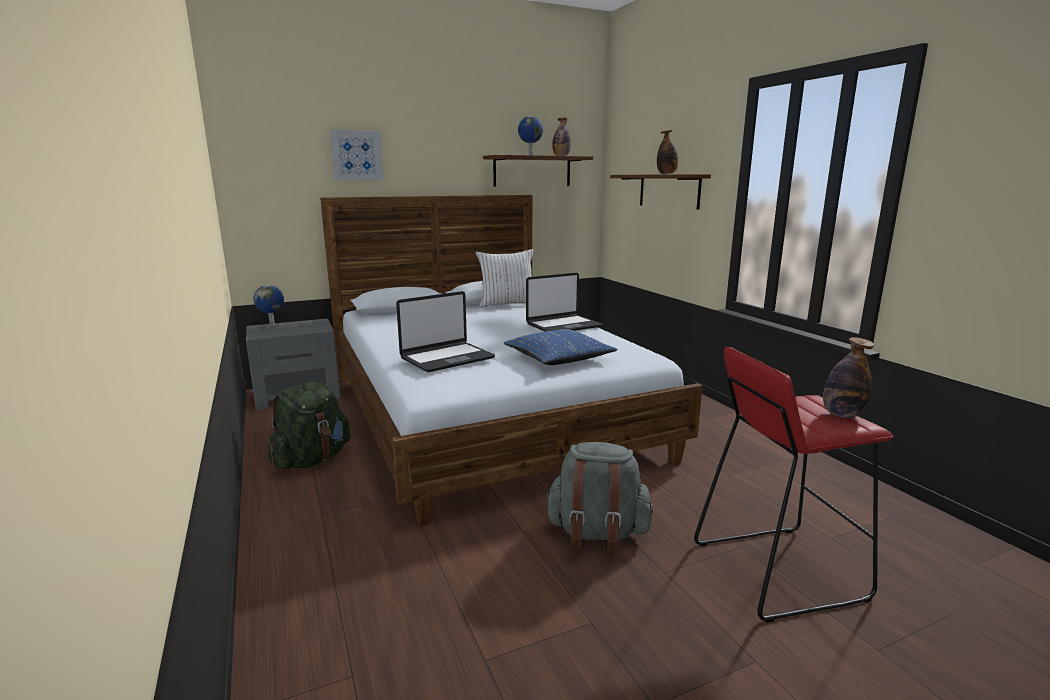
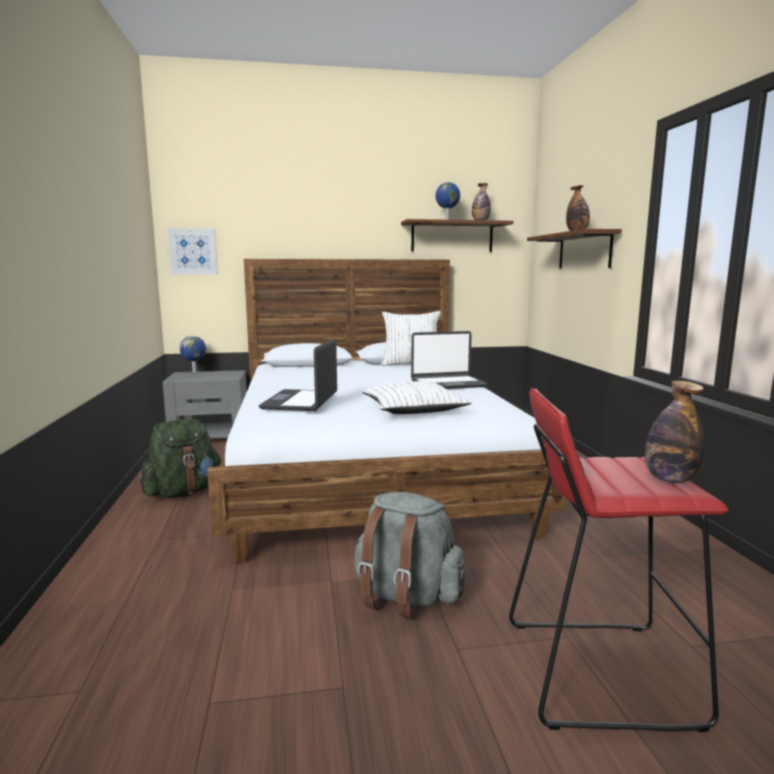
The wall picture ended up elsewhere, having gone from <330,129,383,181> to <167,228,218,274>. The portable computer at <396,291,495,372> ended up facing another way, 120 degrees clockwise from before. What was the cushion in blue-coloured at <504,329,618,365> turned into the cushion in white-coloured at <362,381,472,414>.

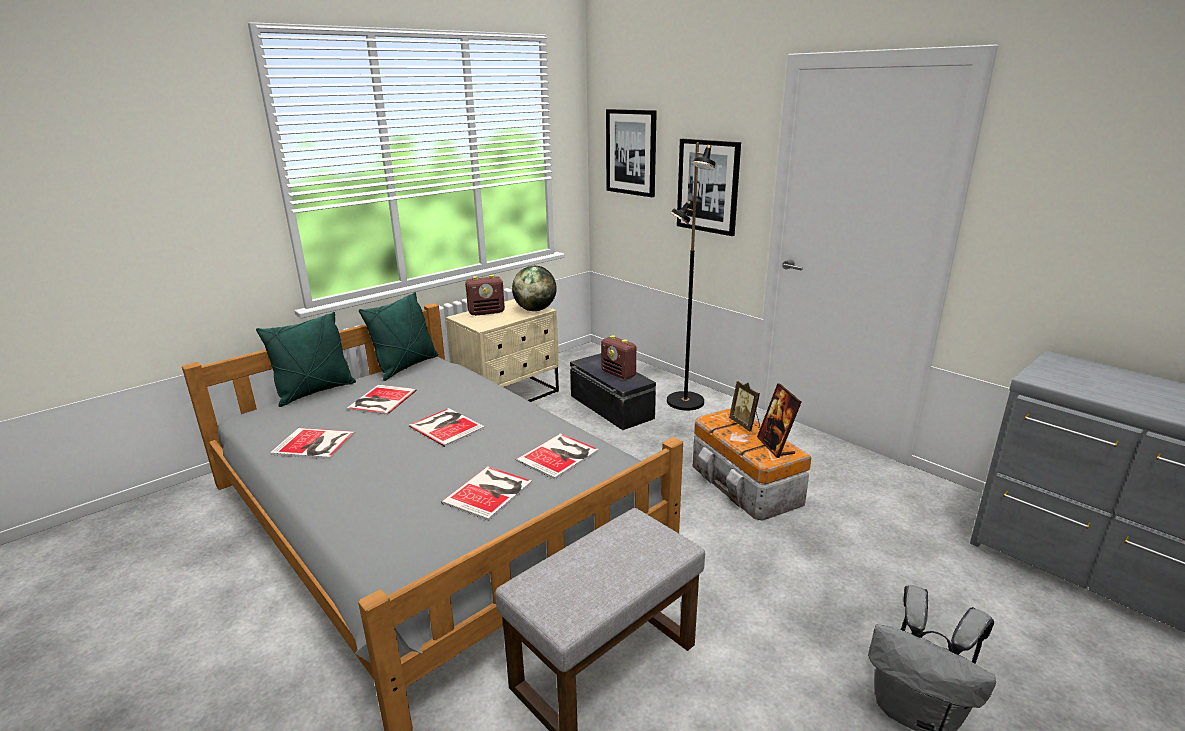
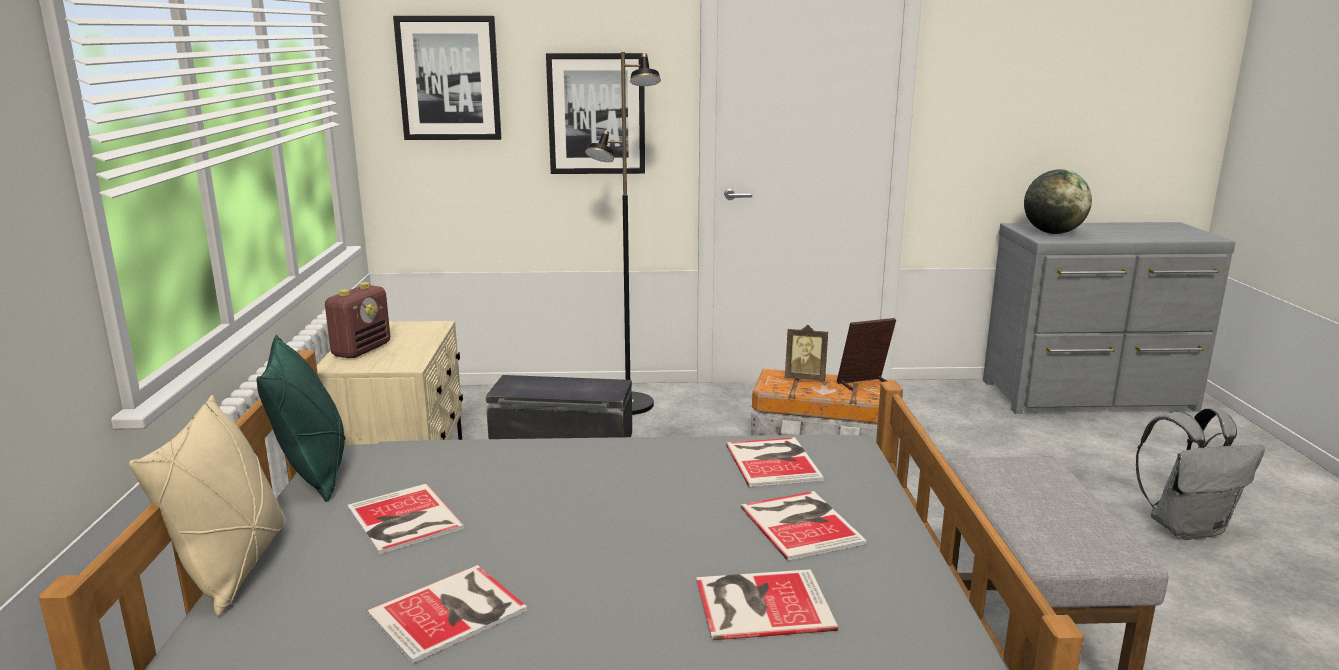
What was the cushion in green at <256,312,356,407> turned into the cushion in beige-coloured at <129,395,286,616>. The book ended up elsewhere, having gone from <409,408,485,447> to <696,569,838,640>. The picture frame at <757,383,801,458> ended up facing another way, 135 degrees clockwise from before. The world globe ended up elsewhere, having gone from <512,266,557,311> to <1024,169,1092,234>. The second view lost the radio receiver at <601,335,637,380>.

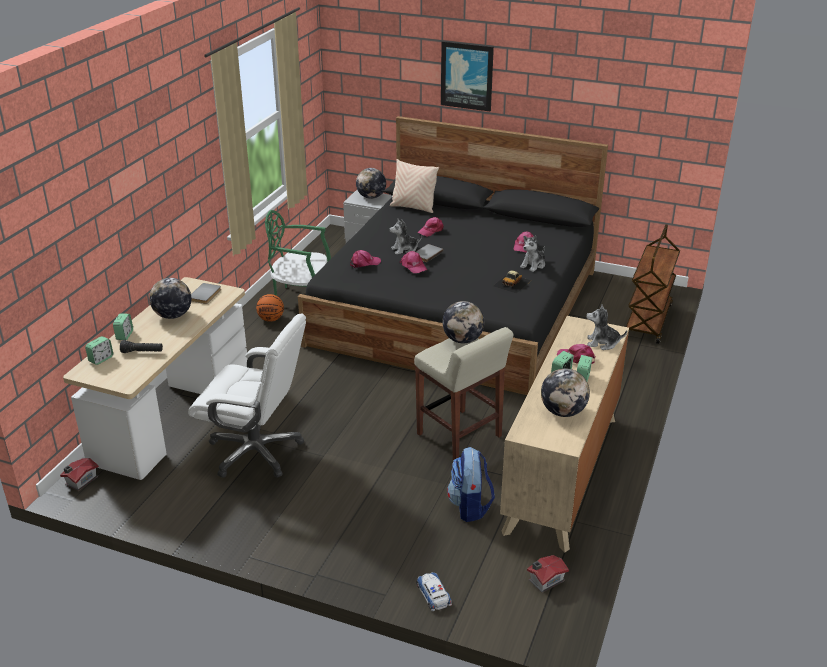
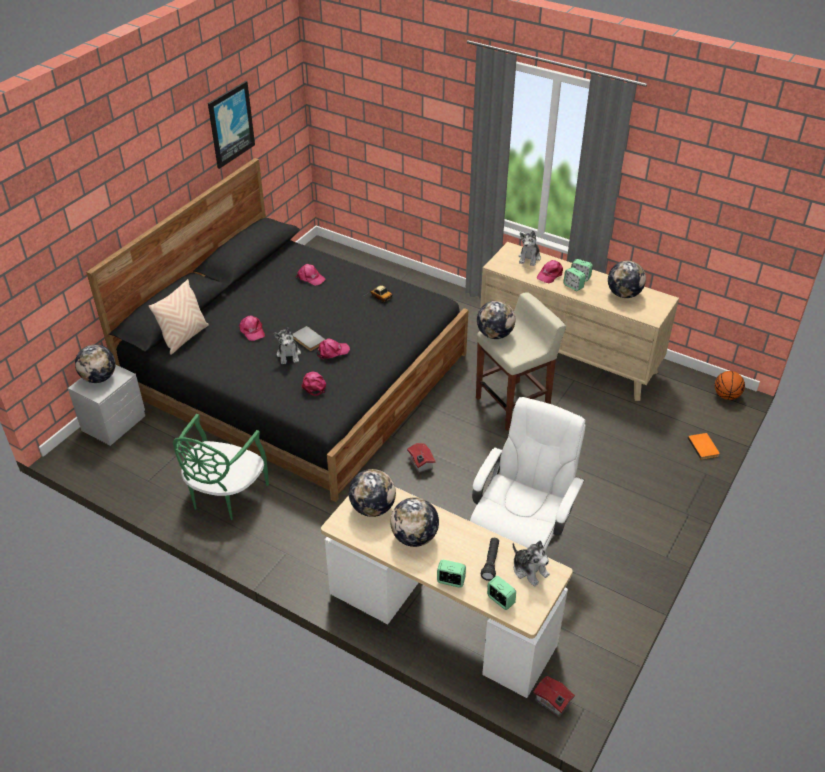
The wall picture ended up elsewhere, having gone from <441,41,494,111> to <208,81,255,169>. Where the book in greyish stood at <191,283,221,304>, the world globe came to stand at <349,469,396,517>. The model house ended up elsewhere, having gone from <527,555,569,593> to <407,443,435,474>. The plush toy ended up elsewhere, having gone from <520,235,545,272> to <513,541,550,586>. Where the miniature car stood at <416,572,452,612>, the book in orange came to stand at <688,433,720,460>. The basketball ball ended up elsewhere, having gone from <256,294,284,322> to <715,371,745,400>. The second view lost the backpack at <447,447,495,522>. The second view lost the cart in brown at <626,224,680,344>.

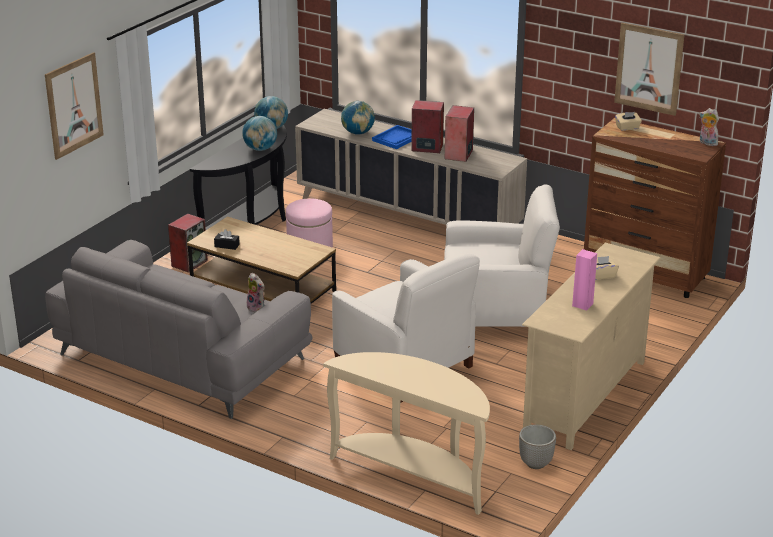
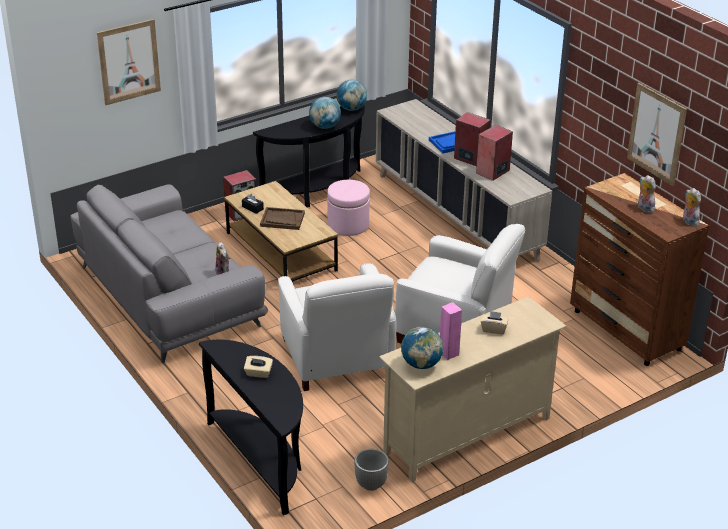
What was the narrow table in beige-coloured at <323,352,490,515> turned into the narrow table in black-coloured at <199,340,303,515>. The tissue holder in beige-coloured ended up elsewhere, having gone from <615,112,642,131> to <244,356,273,378>. The second view gained the serving tray in brown at <260,207,305,230>. The world globe ended up elsewhere, having gone from <341,101,375,135> to <401,327,444,369>. The second view gained the plush toy at <638,175,656,213>.

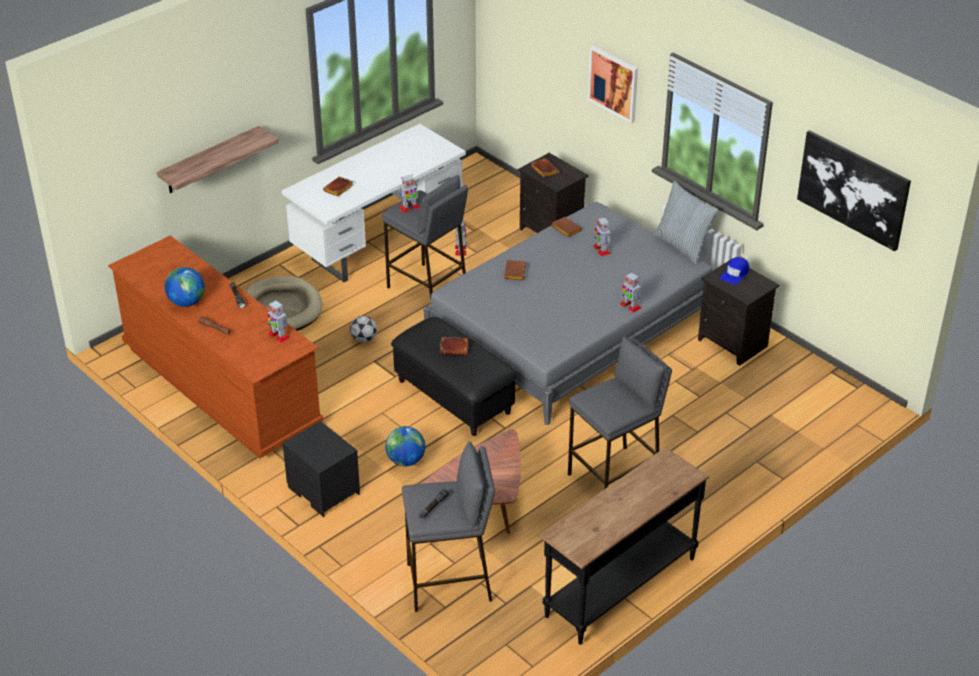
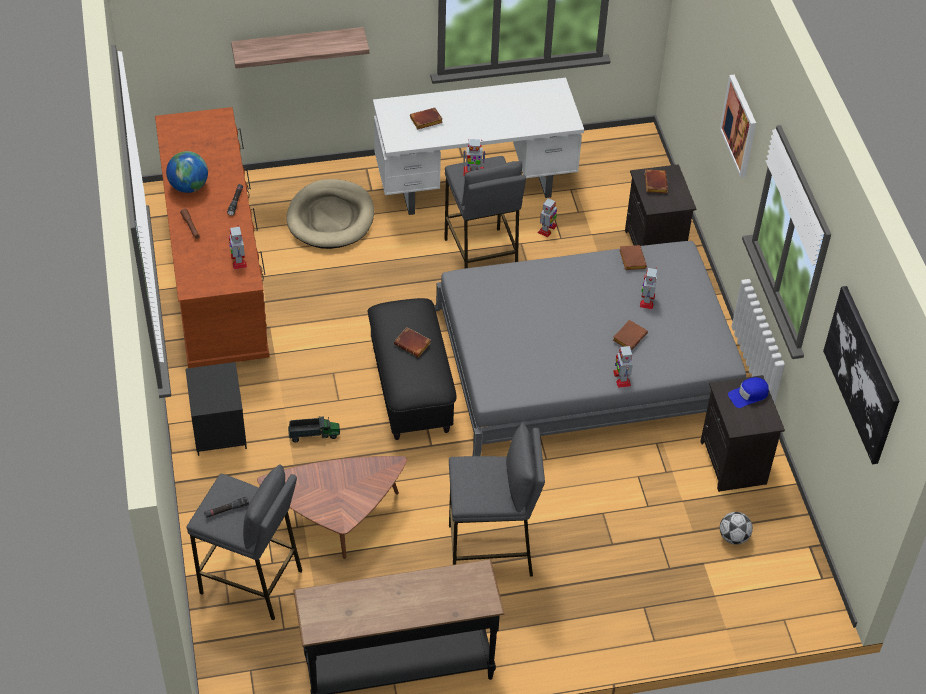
Where the world globe stood at <385,426,425,466>, the toy truck came to stand at <288,416,340,442>. The book in brown ended up elsewhere, having gone from <504,260,526,281> to <613,320,648,351>. The ball for football ended up elsewhere, having gone from <350,316,377,343> to <720,512,753,545>. The second view lost the cushion at <653,181,718,265>.

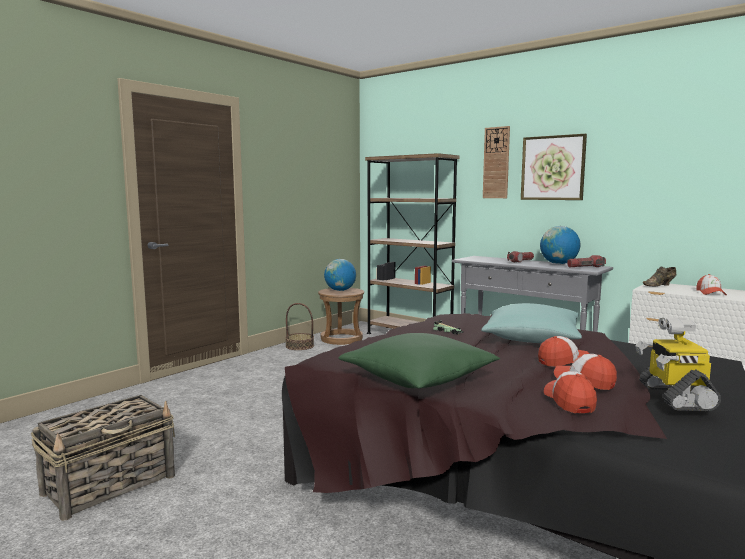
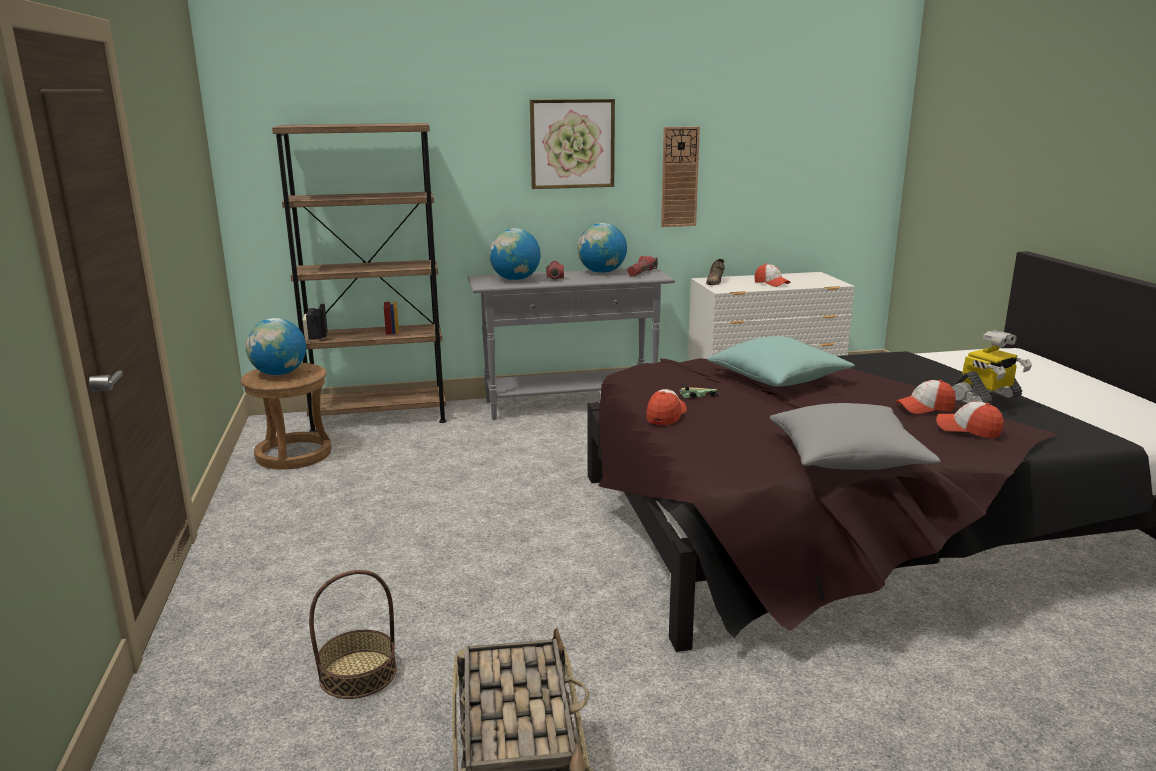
The basket ended up elsewhere, having gone from <285,303,314,350> to <309,570,397,699>. The second view gained the world globe at <489,228,541,280>. The cap ended up elsewhere, having gone from <538,336,590,367> to <646,389,687,425>. The wall clock ended up elsewhere, having gone from <483,126,510,198> to <661,127,700,227>. What was the cushion in green at <338,333,500,389> turned into the cushion in greyish at <770,403,941,470>. The robot figure at <635,318,721,411> ended up facing another way, 75 degrees counterclockwise from before.

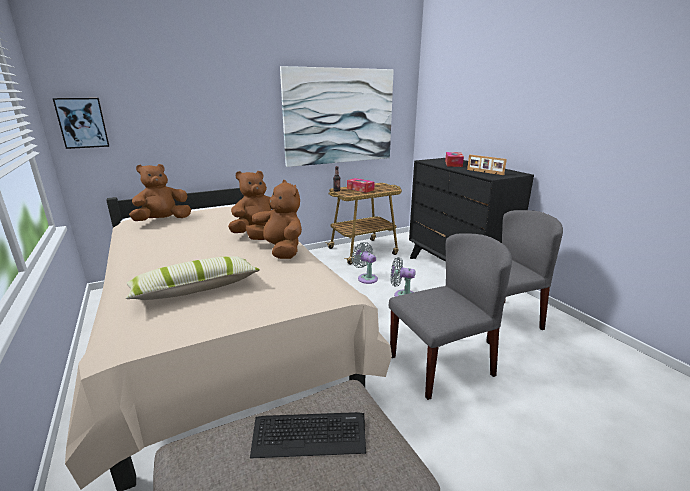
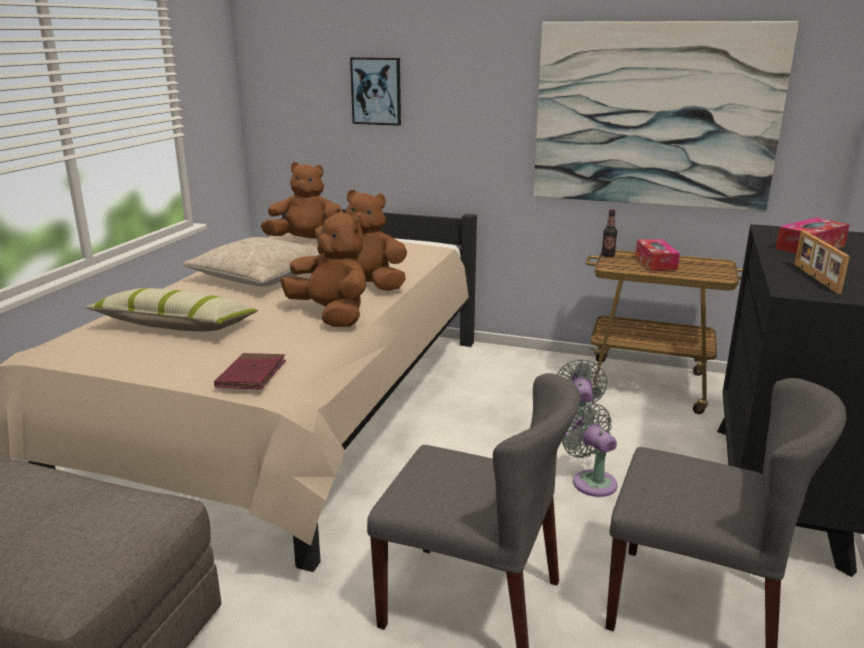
The second view gained the cushion in beige-coloured at <182,237,320,286>. The second view gained the book in red at <214,353,286,390>. The plush toy in brown at <246,180,302,259> ended up facing another way, 45 degrees counterclockwise from before. The wall picture ended up elsewhere, having gone from <53,98,109,149> to <350,57,401,126>. The second view lost the computer keyboard at <250,412,366,458>.

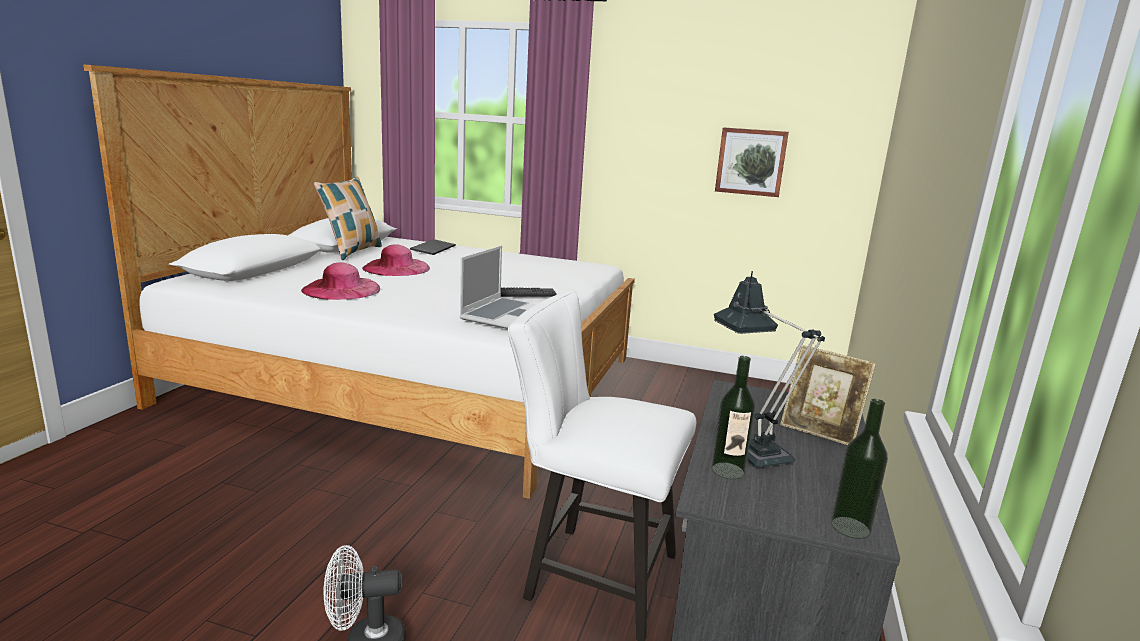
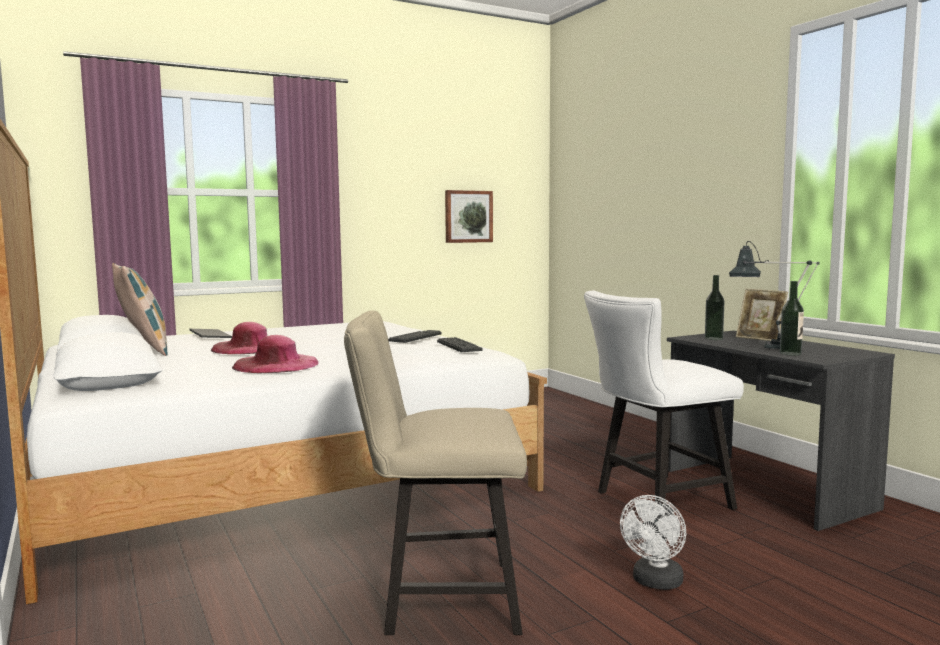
The second view gained the plain chair in beige-coloured at <344,311,527,635>. Where the portable computer stood at <459,246,536,329>, the computer keyboard came to stand at <437,337,482,352>. The beverage bottle ended up elsewhere, having gone from <831,399,888,539> to <705,275,724,340>. The picture frame at <780,345,876,445> ended up facing another way, 60 degrees clockwise from before.

